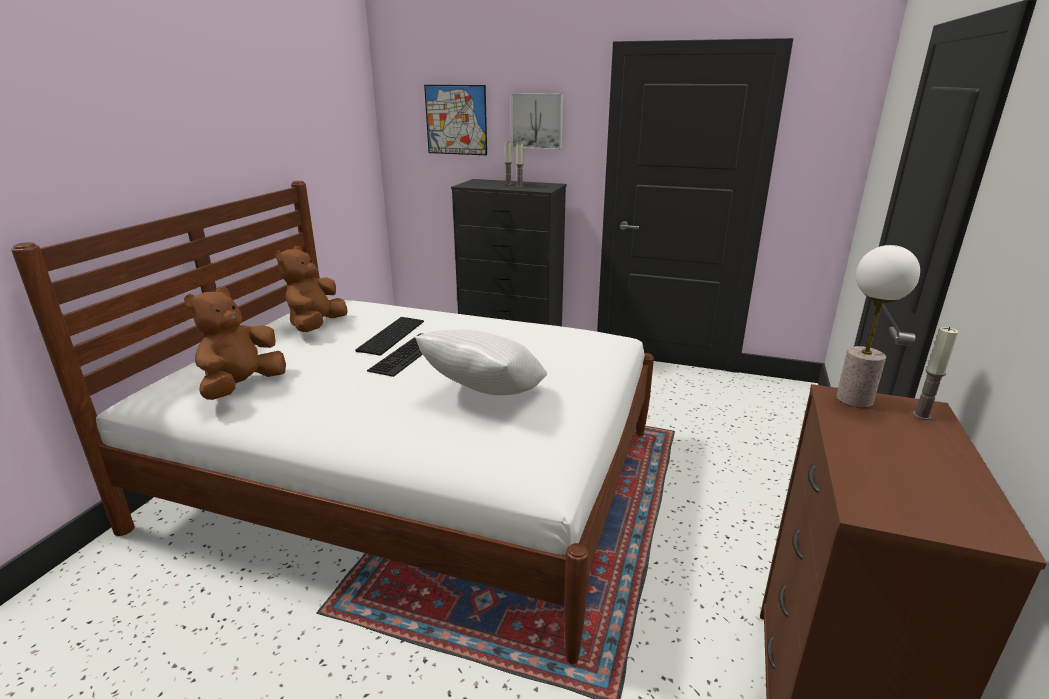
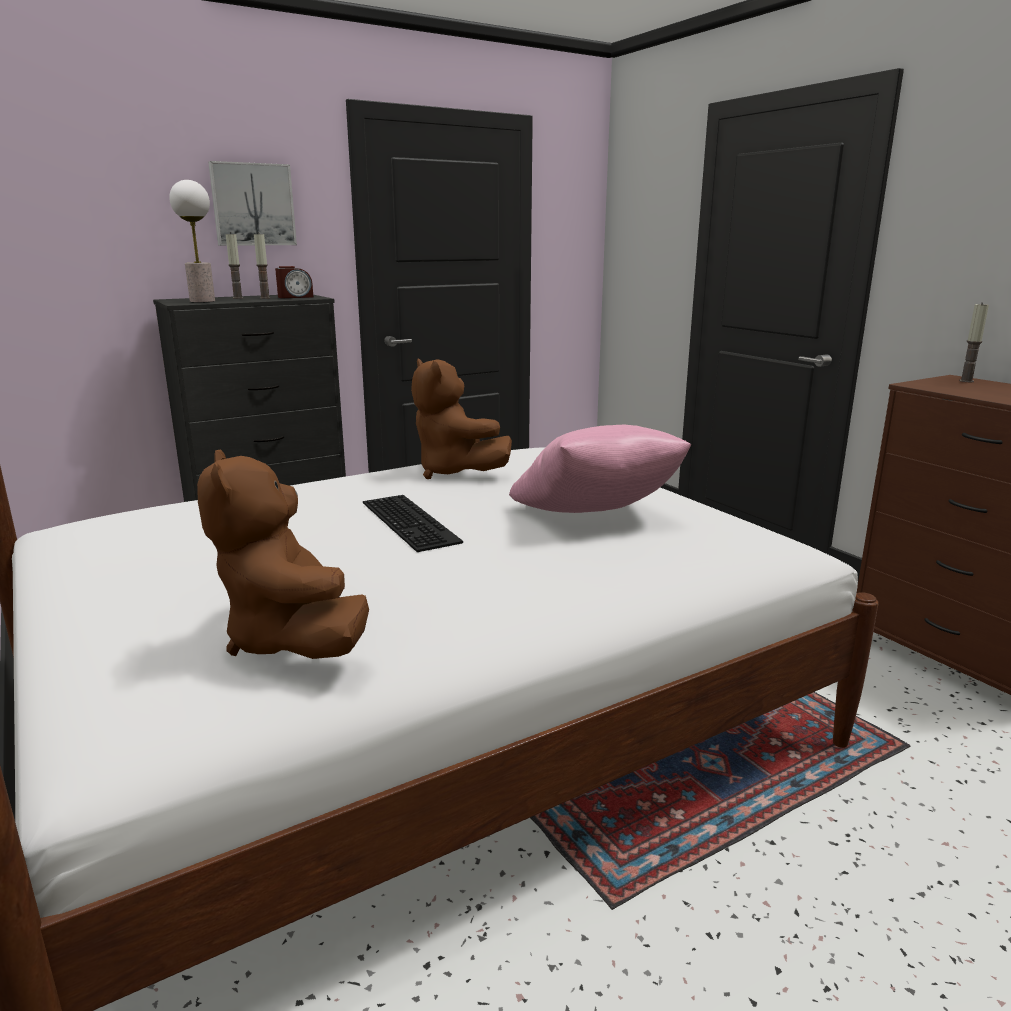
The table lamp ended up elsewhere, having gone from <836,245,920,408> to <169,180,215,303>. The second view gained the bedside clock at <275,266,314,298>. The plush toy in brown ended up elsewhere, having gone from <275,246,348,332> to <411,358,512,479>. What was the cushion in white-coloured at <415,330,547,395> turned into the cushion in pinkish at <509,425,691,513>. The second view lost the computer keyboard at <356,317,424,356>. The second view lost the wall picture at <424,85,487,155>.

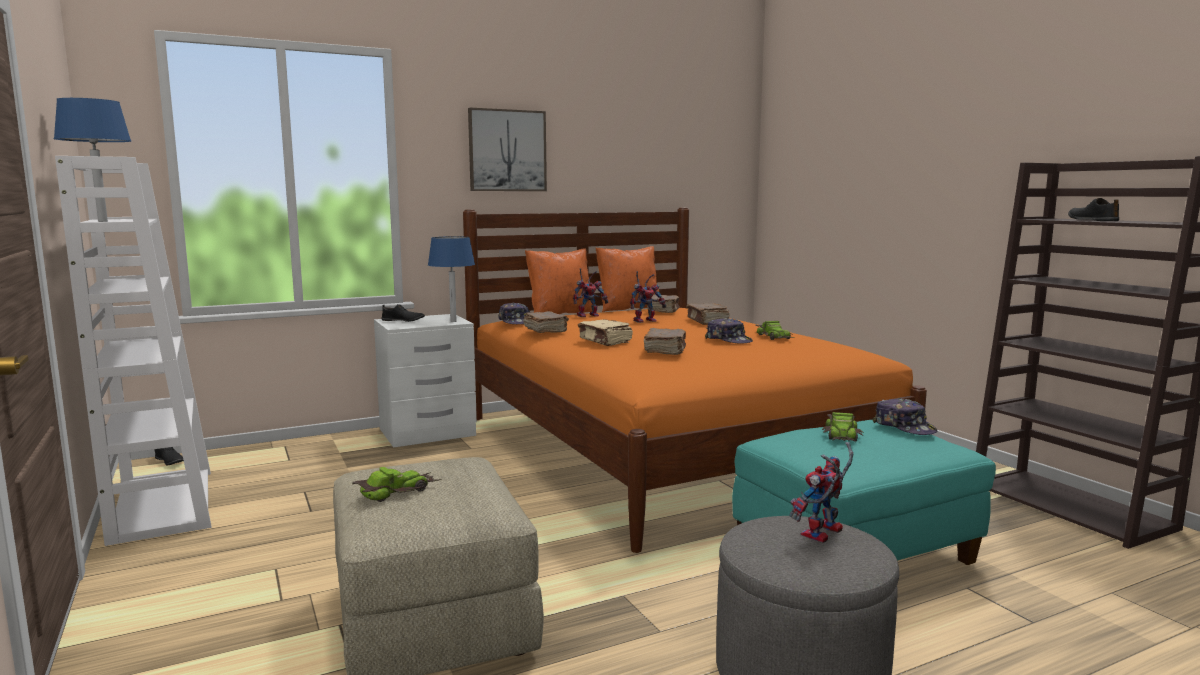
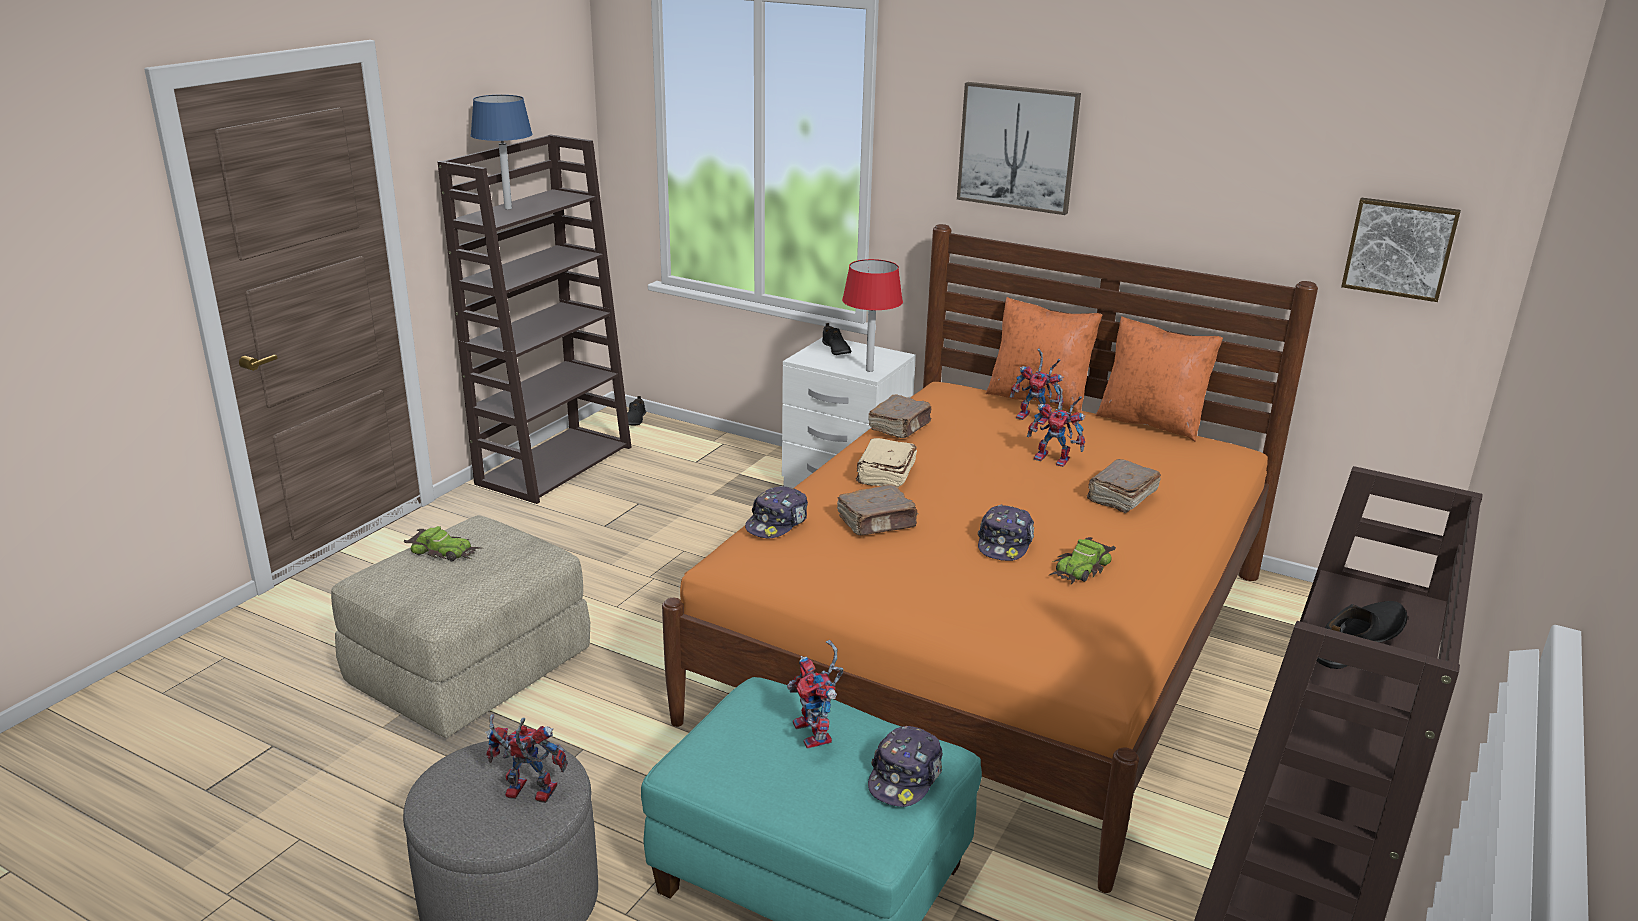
What was the bookcase in white-coloured at <55,156,211,546> turned into the bookcase in brown at <438,134,632,504>. The cap ended up elsewhere, having gone from <498,302,530,324> to <745,485,808,539>. Where the miniature car stood at <822,412,864,442>, the robot figure came to stand at <787,640,844,749>. What was the table lamp in blue-coloured at <428,236,475,322> turned into the table lamp in red at <842,259,903,372>. The second view gained the wall picture at <1341,198,1461,302>. The second view lost the book in brown at <647,294,679,313>.

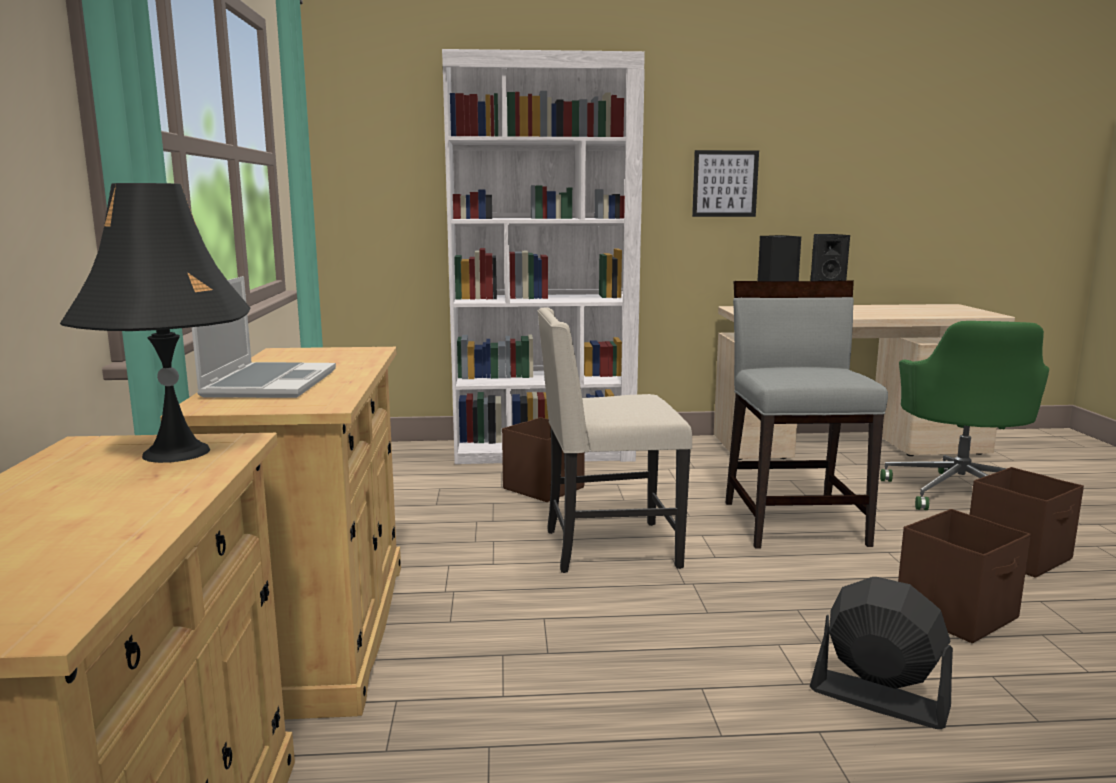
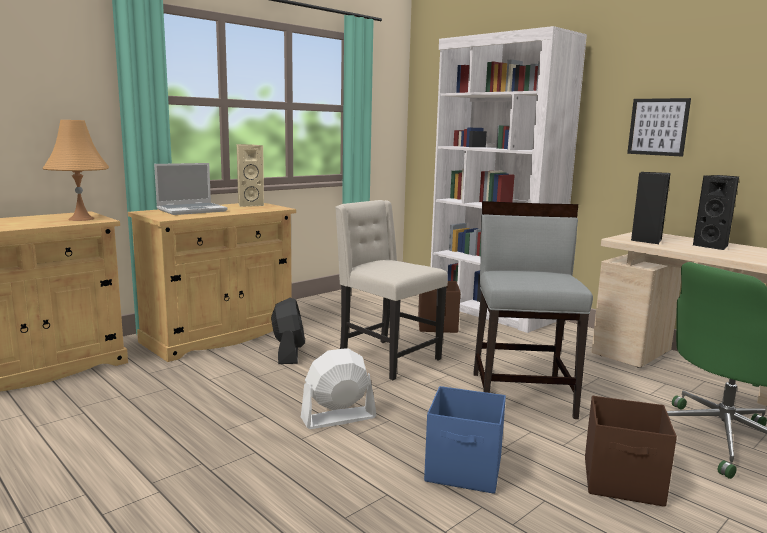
What was the table lamp in black-coloured at <60,183,250,463> turned into the table lamp in orange at <42,120,109,221>. The second view gained the audio speaker in beige-coloured at <237,144,264,207>. The cooling fan in black-coloured ended up elsewhere, having gone from <810,577,953,729> to <271,298,305,364>. The second view gained the cooling fan in white-coloured at <301,348,377,429>. What was the storage bin in brown at <898,509,1031,643> turned into the storage bin in blue-coloured at <424,386,506,494>. The plain chair in greyish at <725,280,888,549> ended up facing another way, 45 degrees counterclockwise from before.

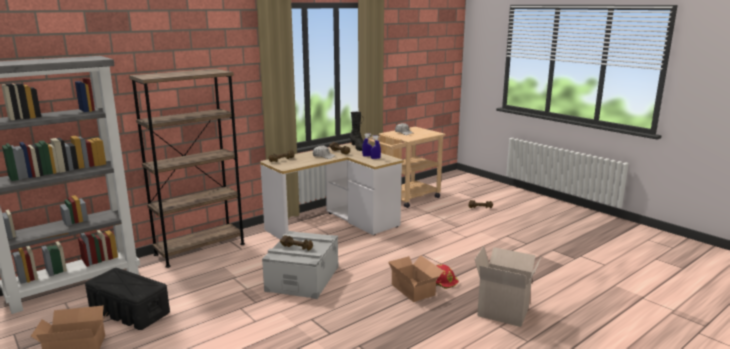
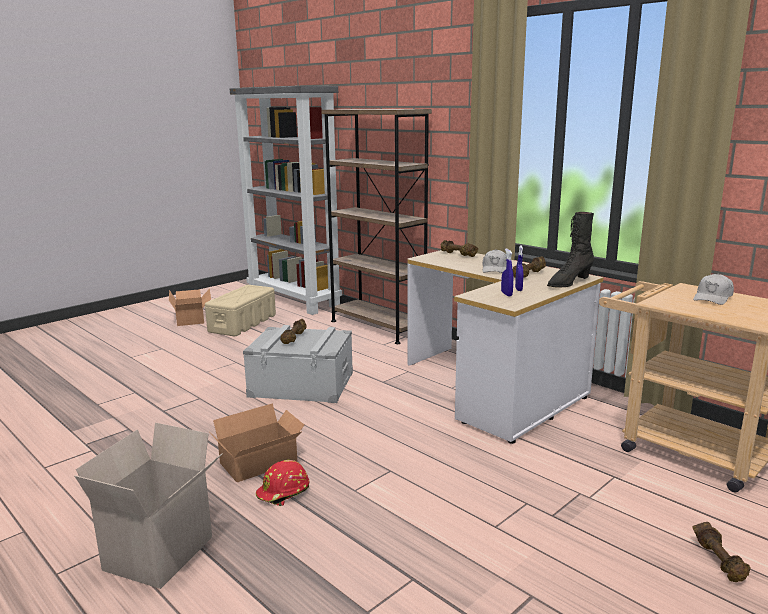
What was the storage bin in black-coloured at <85,268,170,330> turned into the storage bin in beige-coloured at <205,285,276,336>.

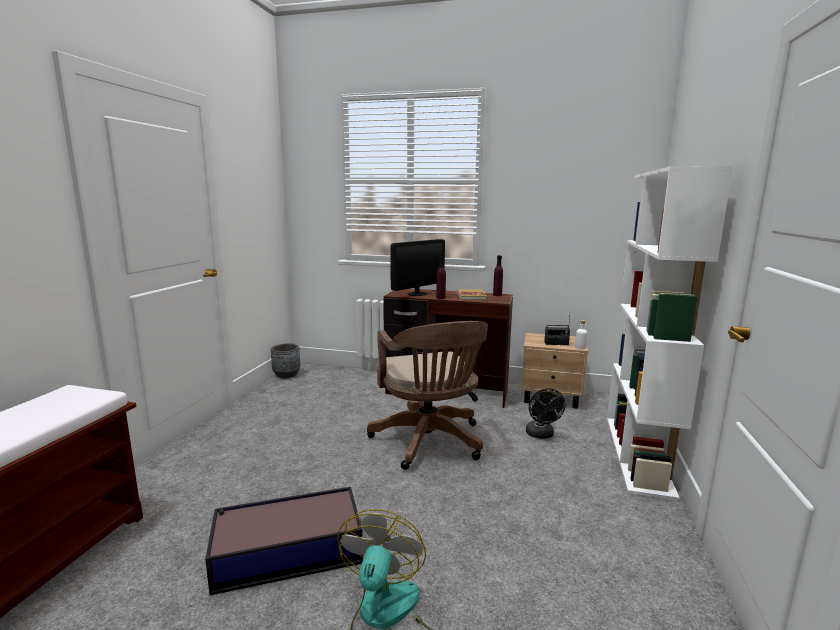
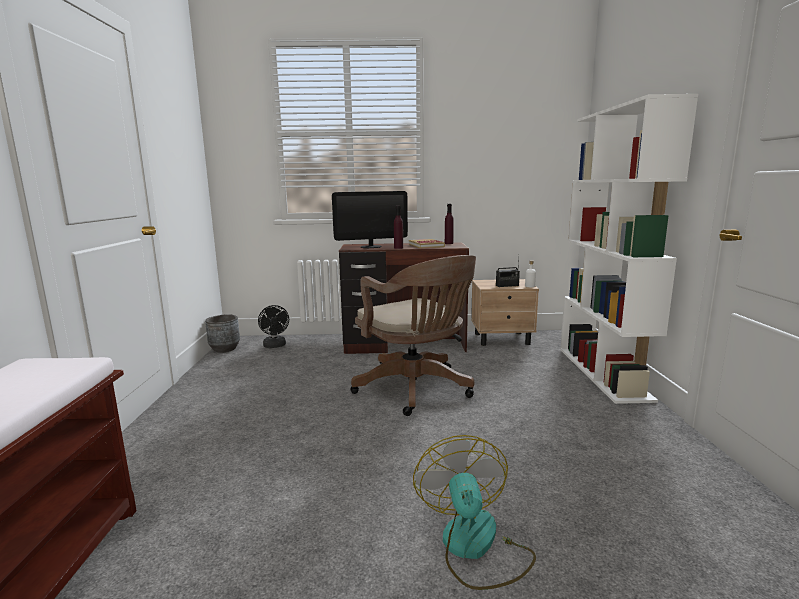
The cooling fan in black-coloured ended up elsewhere, having gone from <526,388,565,439> to <258,305,289,348>. The computer screen at <390,239,445,296> ended up facing another way, 45 degrees clockwise from before. The second view lost the storage bin at <205,487,363,595>.

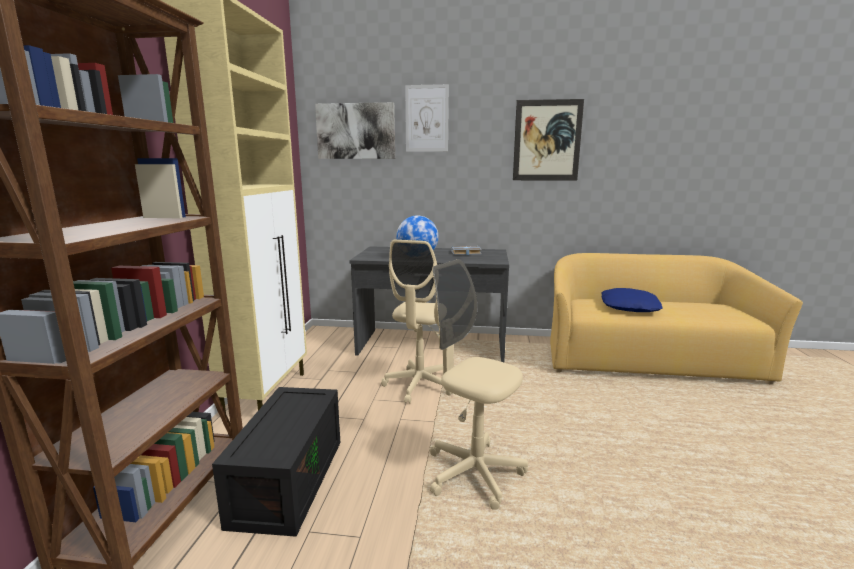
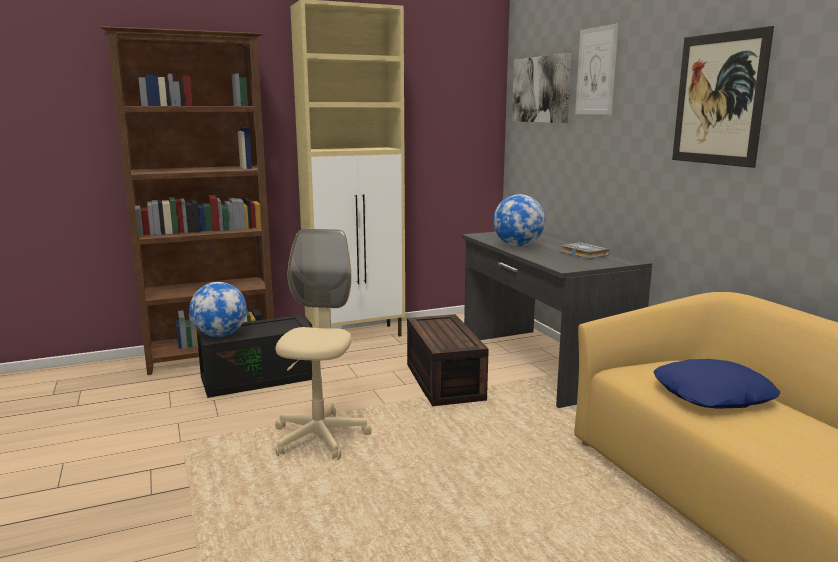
The second view gained the world globe at <189,282,247,337>. Where the desk chair in beige-coloured stood at <381,239,453,404>, the storage bin in brown came to stand at <407,314,489,406>.

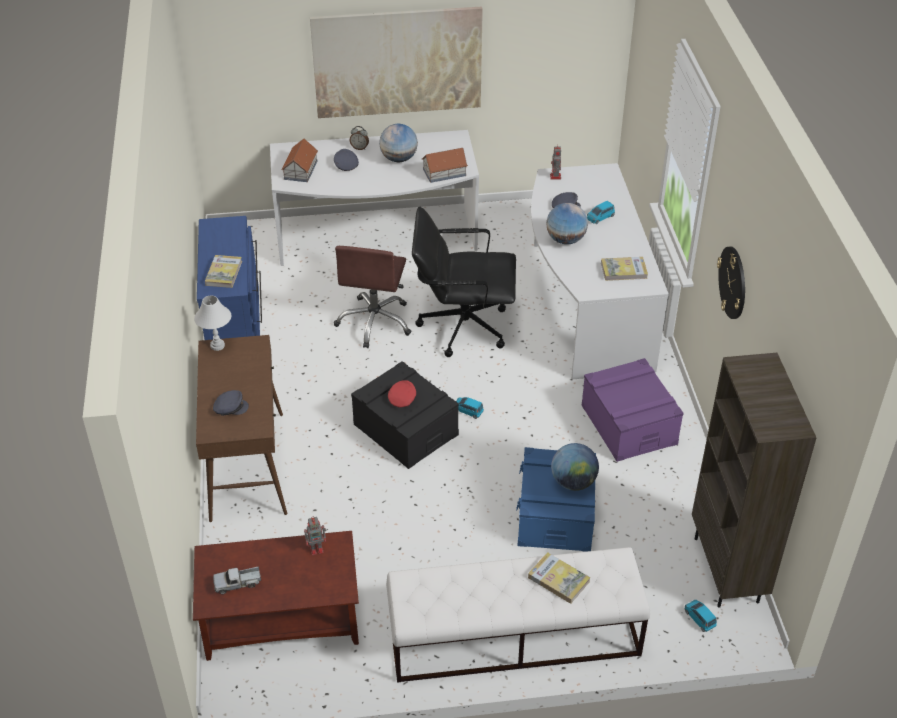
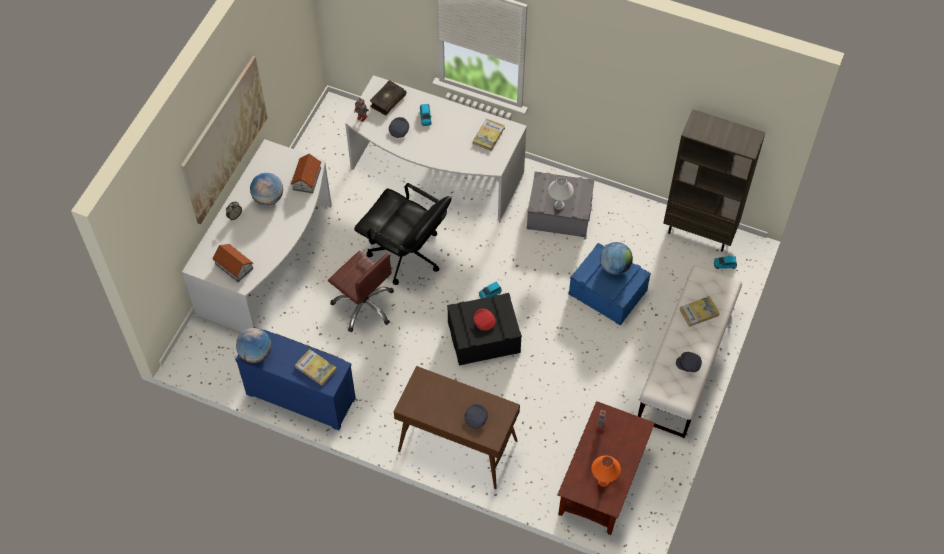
The world globe ended up elsewhere, having gone from <546,203,588,244> to <236,328,271,363>. The desk chair in black-coloured at <412,207,516,357> ended up facing another way, 90 degrees counterclockwise from before. The second view gained the book at <370,80,406,116>. What was the storage bin in purplish at <582,358,684,462> turned into the storage bin in greyish at <527,171,594,237>. The table lamp in white-coloured ended up elsewhere, having gone from <194,295,231,351> to <548,177,574,210>. Where the toy truck stood at <213,567,261,594>, the table lamp in orange came to stand at <591,456,621,487>. The cap in greyish ended up elsewhere, having gone from <334,149,359,171> to <676,352,702,372>. The second view lost the wall clock at <717,247,745,319>.

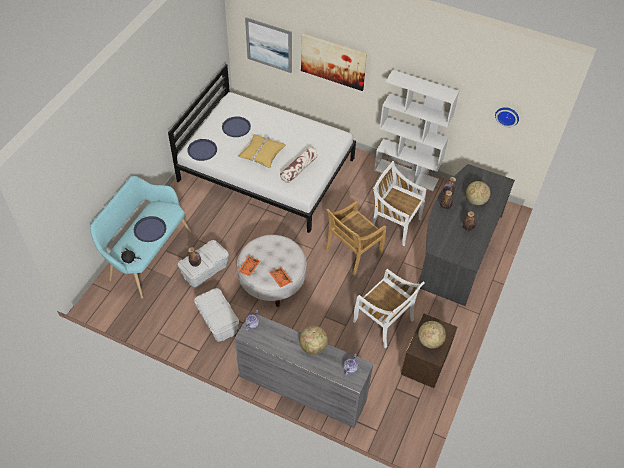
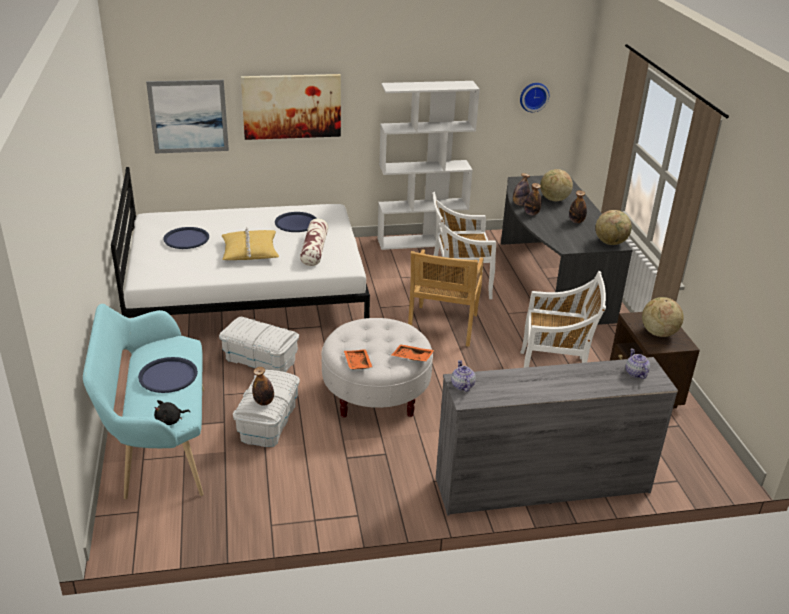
The storage bin in white-coloured ended up elsewhere, having gone from <194,288,239,342> to <219,317,299,372>. The serving tray in blue-coloured ended up elsewhere, having gone from <187,139,217,161> to <275,212,317,232>. The world globe ended up elsewhere, having gone from <299,326,328,355> to <595,210,632,245>.

